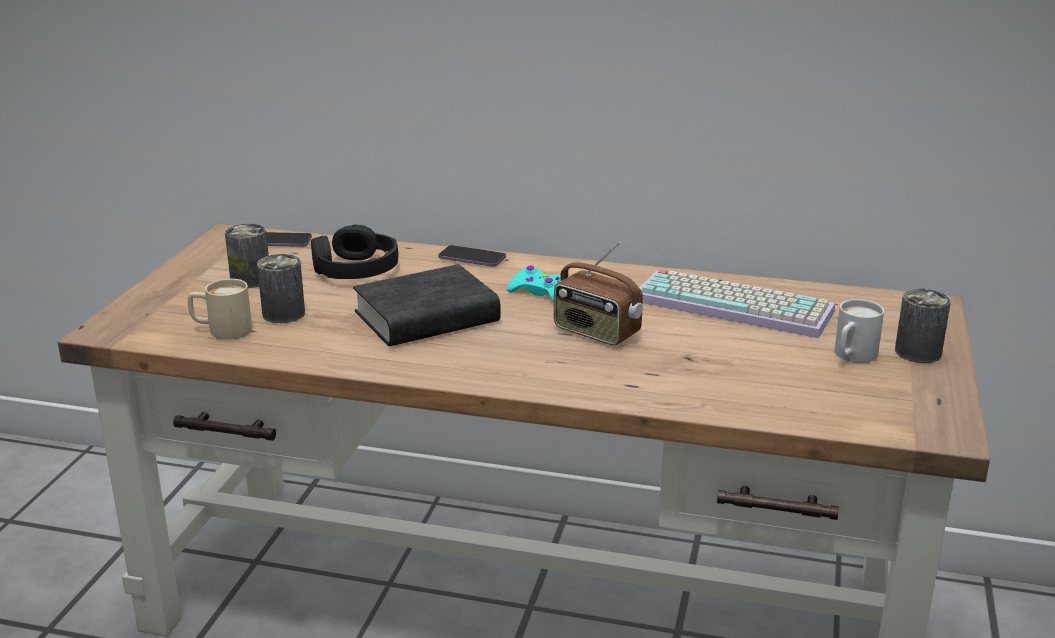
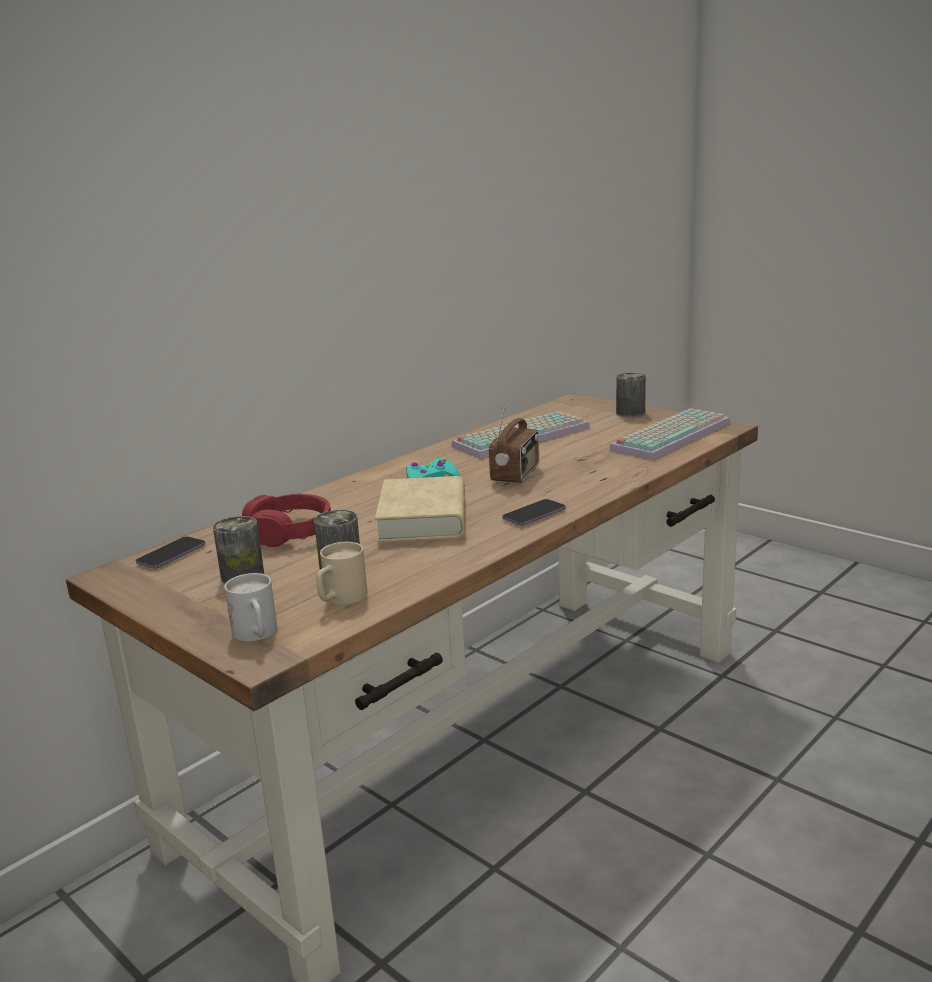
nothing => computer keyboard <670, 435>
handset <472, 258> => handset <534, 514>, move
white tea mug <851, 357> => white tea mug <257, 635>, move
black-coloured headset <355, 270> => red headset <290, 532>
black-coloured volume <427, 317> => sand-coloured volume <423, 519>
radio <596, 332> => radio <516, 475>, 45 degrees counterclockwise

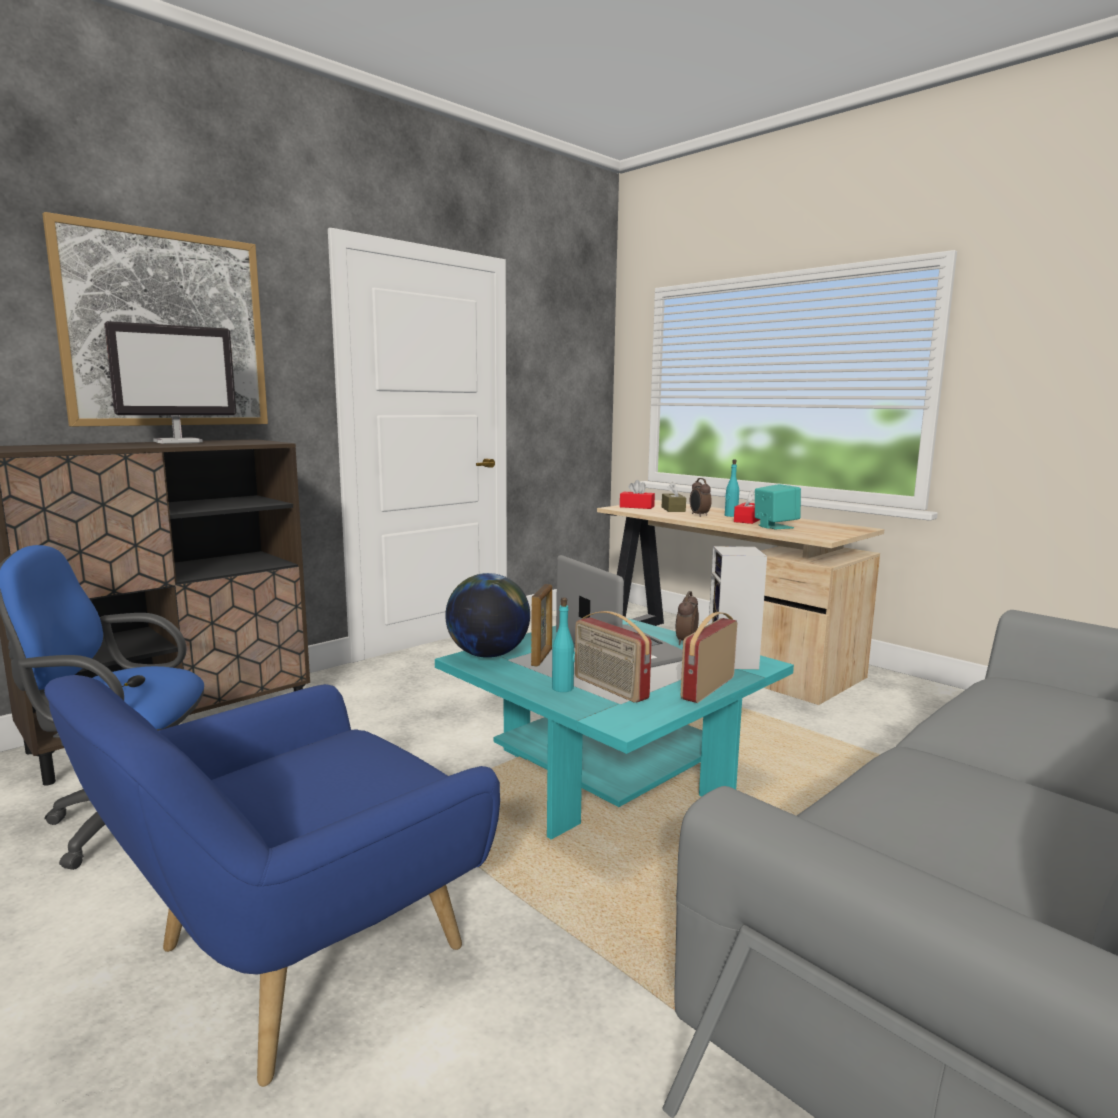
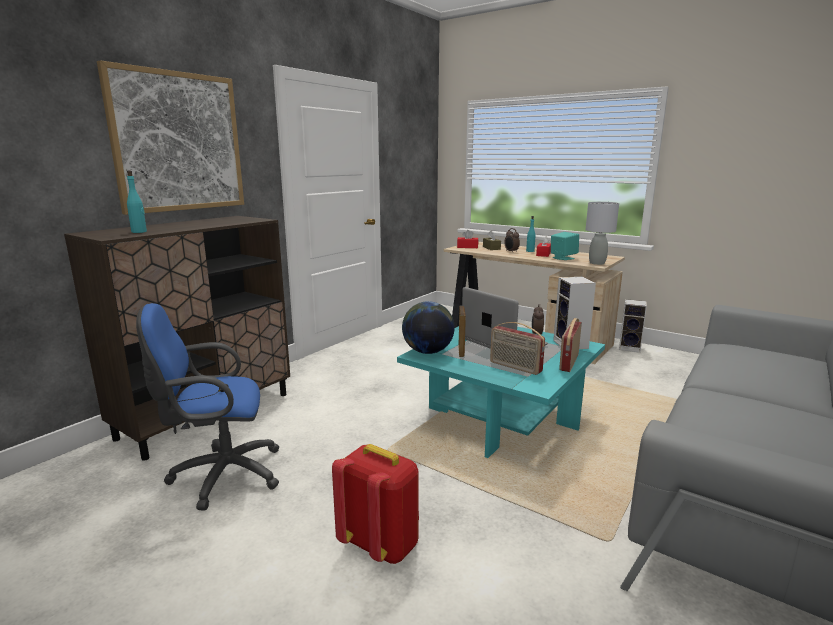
monitor <179, 442> => nothing
nothing => grey lamp for a table <597, 263>
nothing => loudspeaker <630, 348>
turquoise-coloured beverage bottle <563, 688> => turquoise-coloured beverage bottle <139, 232>, move
blue-coloured easy chair <294, 961> => red knapsack <381, 544>

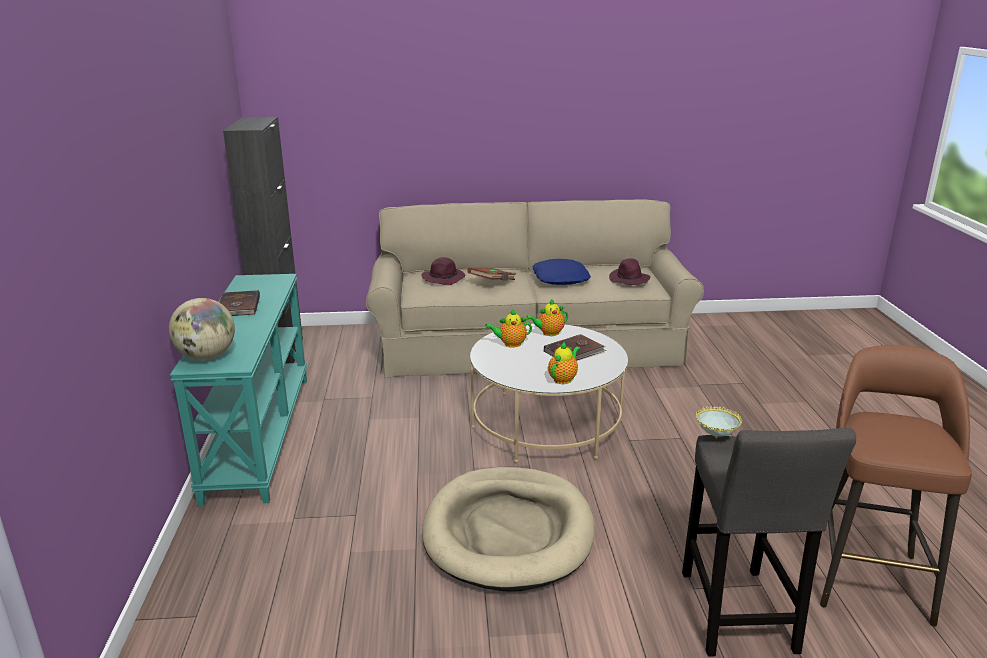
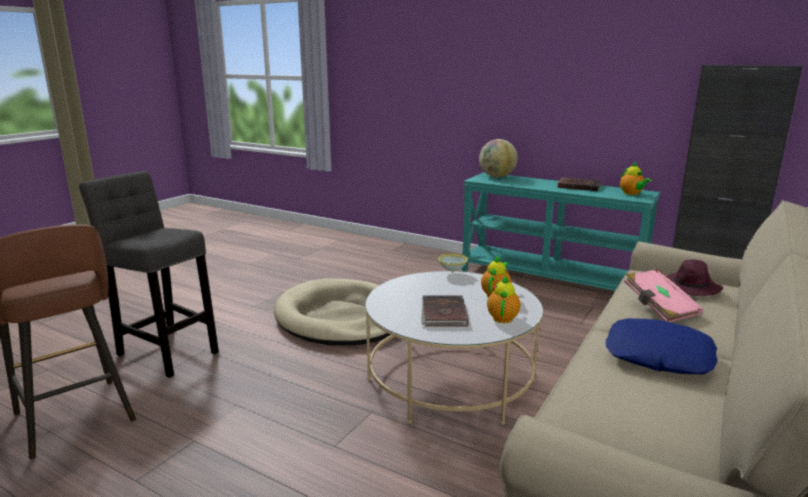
purple clothing hat <629, 280> => nothing
pot for tea <563, 379> => pot for tea <632, 194>, move
deep dish <716, 438> => deep dish <452, 273>, move
brownish volume <493, 283> => pink volume <659, 308>

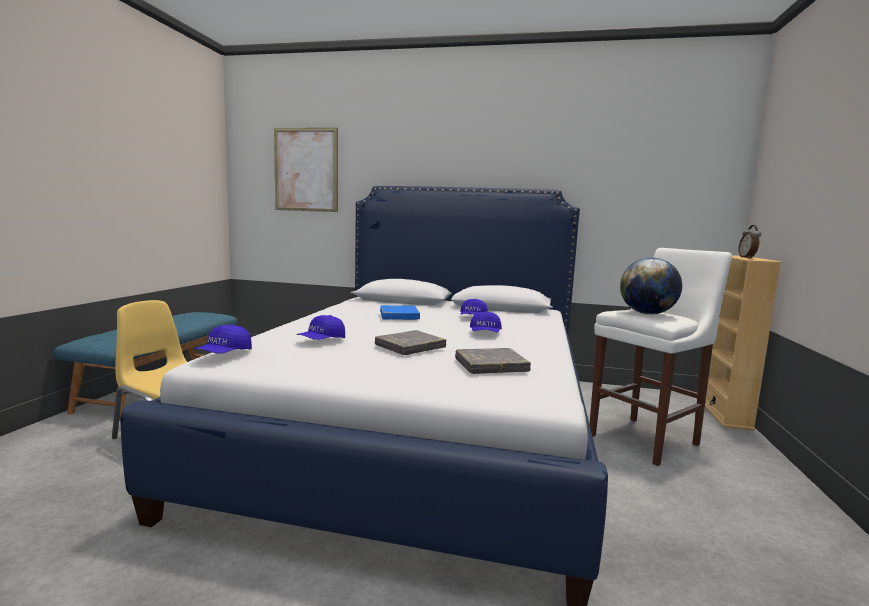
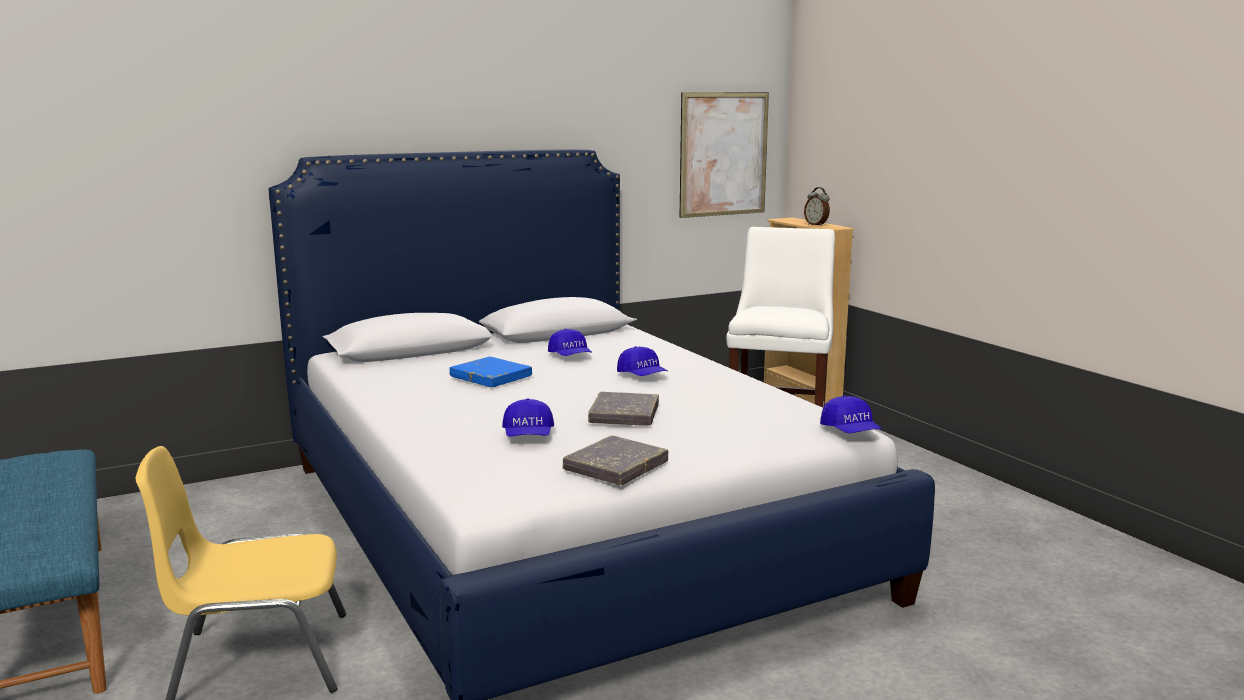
desk globe <647, 314> => nothing
blue-coloured peaked cap <224, 354> => blue-coloured peaked cap <850, 432>, move
wall art <306, 170> => wall art <723, 154>, move
grey volume <491, 366> => grey volume <615, 467>, move

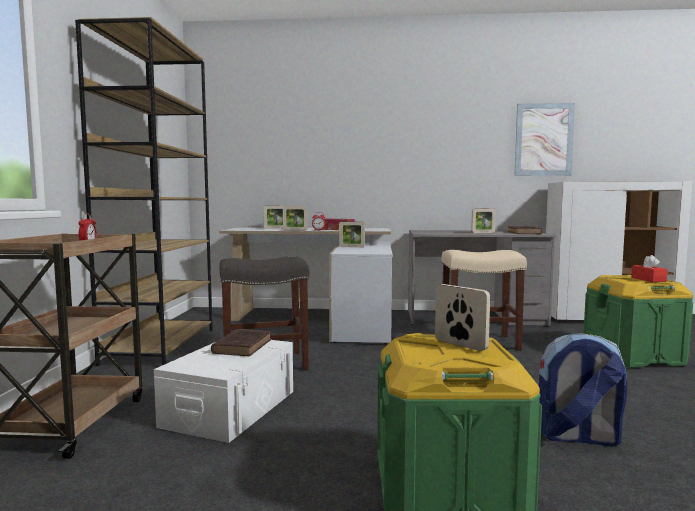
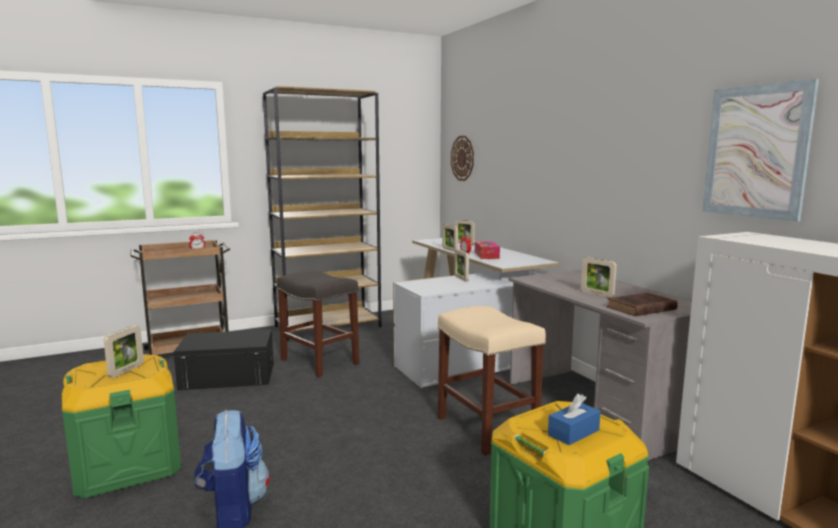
brownish volume <243, 346> => nothing
nothing => hanging clock <462, 158>
white storage box <230, 408> => black-coloured storage box <228, 376>
red tissue holder <648, 279> => blue-coloured tissue holder <573, 432>

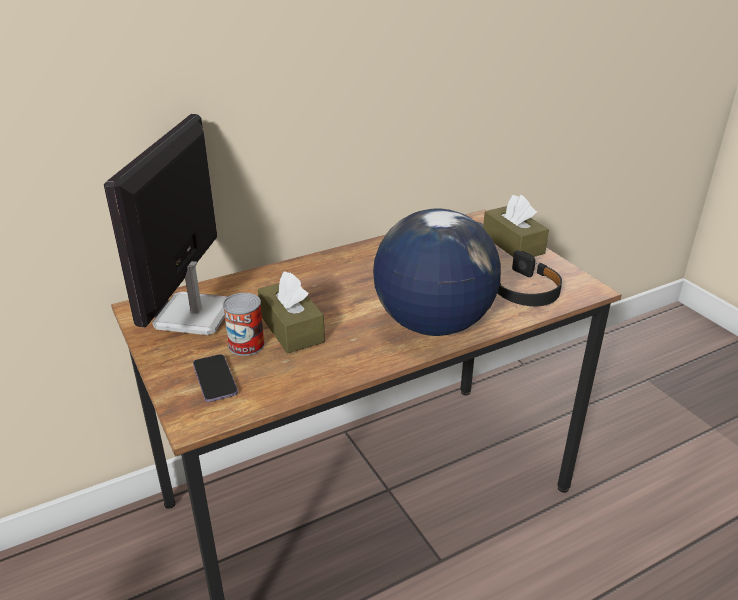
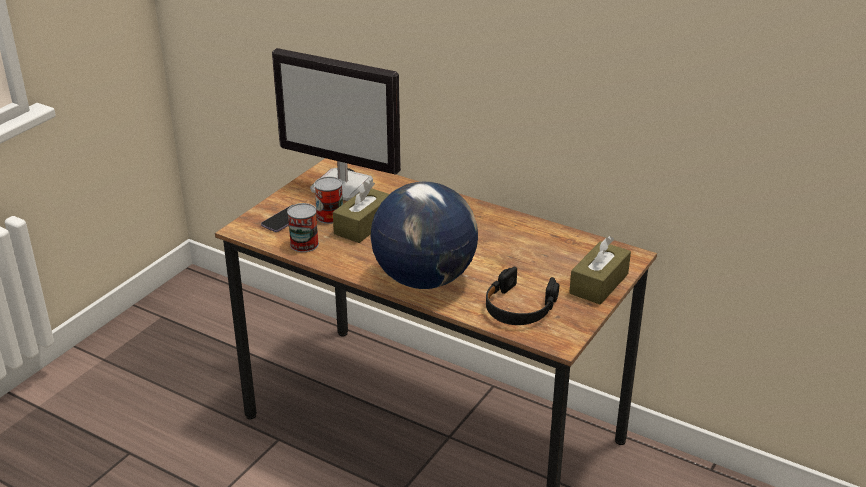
nothing => metal can <304, 244>
monitor <194, 316> => monitor <343, 186>, 135 degrees counterclockwise

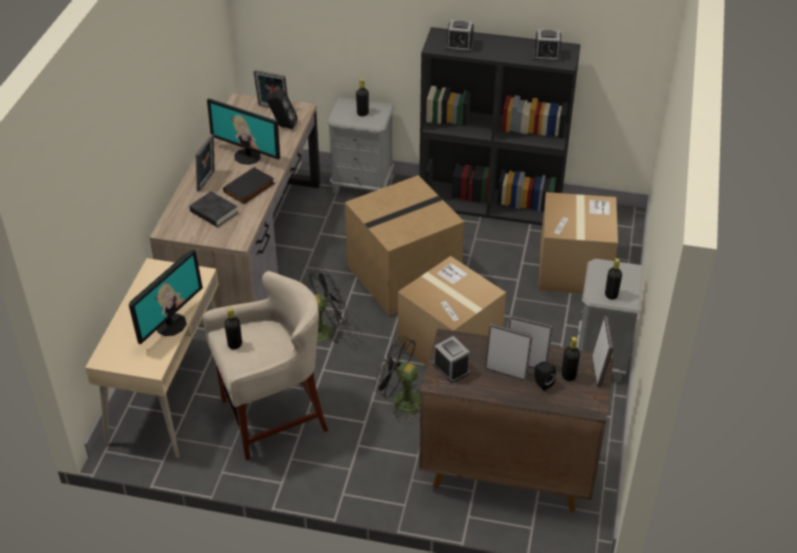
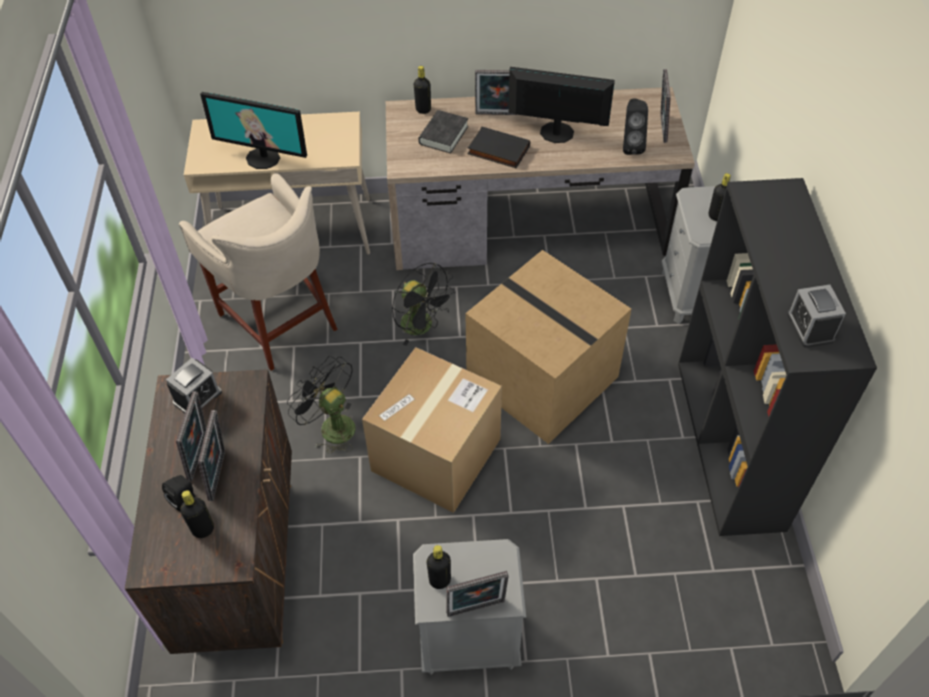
bedside clock <459, 46> => nothing
cardboard box <573, 269> => nothing
black-coloured beverage bottle <235, 344> => black-coloured beverage bottle <423, 109>, move
picture frame <599, 371> => picture frame <476, 610>, move
monitor <248, 156> => monitor <556, 133>, 90 degrees clockwise
black-coloured electric fan <400, 400> => black-coloured electric fan <331, 426>, 60 degrees counterclockwise

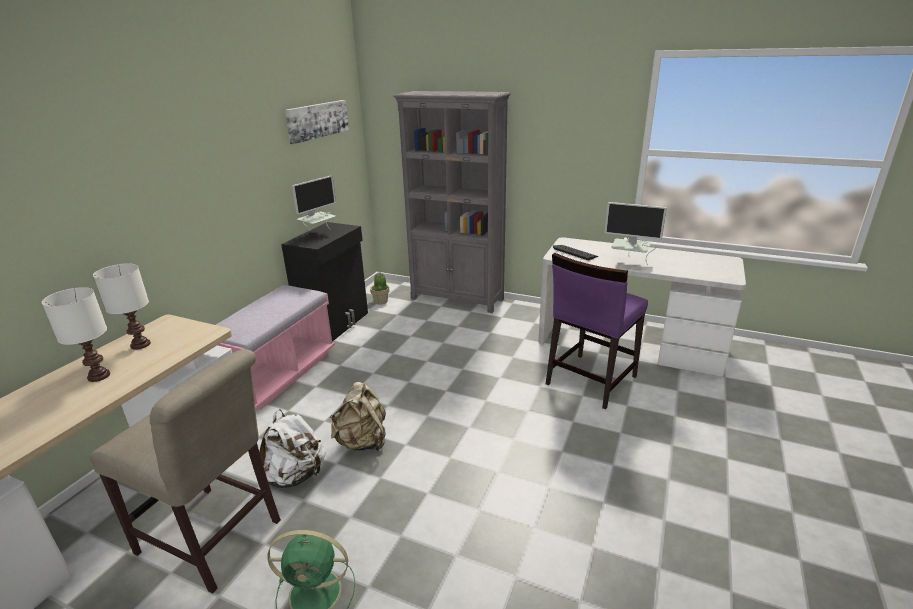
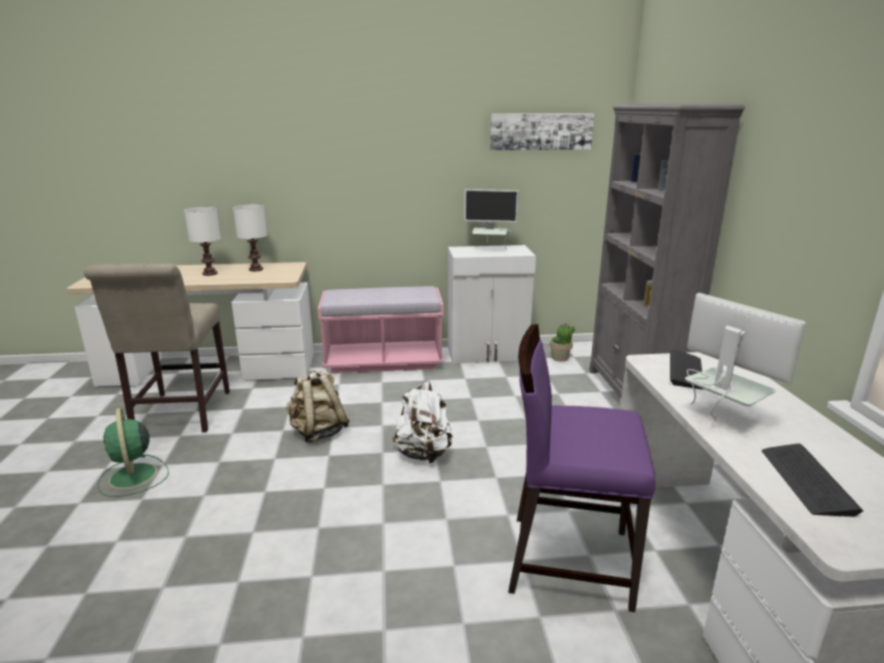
nothing => computer keyboard <806, 480>
white knapsack <295, 476> => white knapsack <423, 454>, move
black-coloured cabinet <335, 324> => white cabinet <488, 354>
monitor <629, 263> => monitor <721, 418>, 150 degrees clockwise

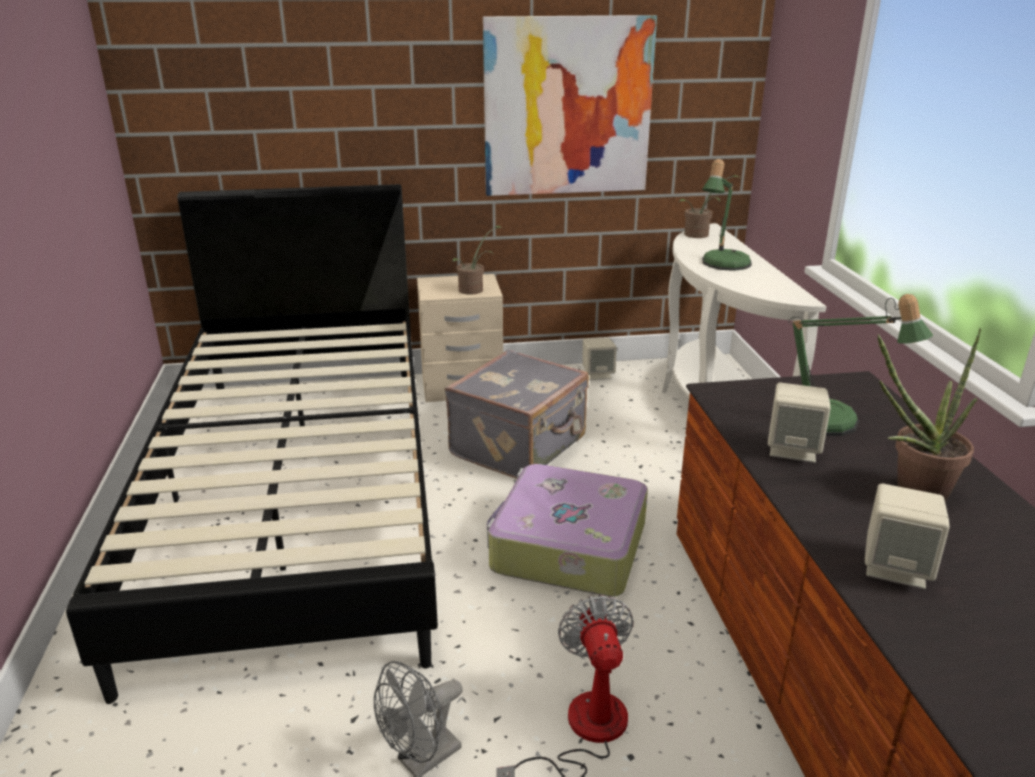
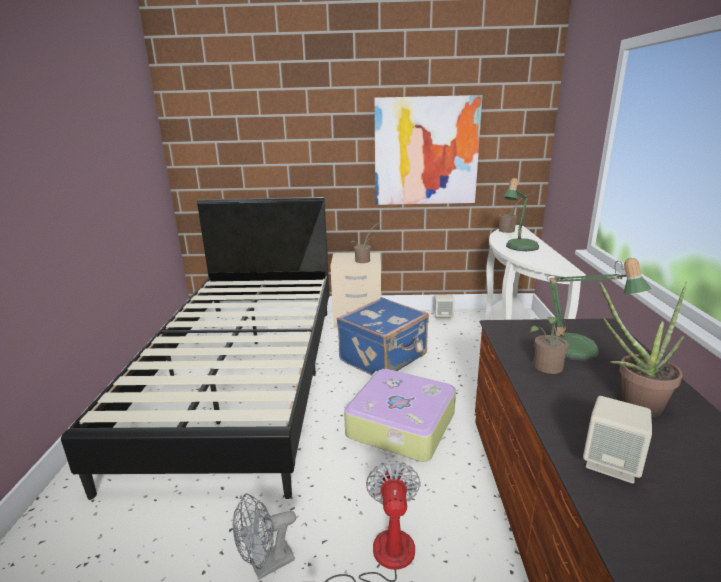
sand-coloured loudspeaker <793, 449> => houseplant <546, 368>
grey travel case <520, 447> => blue-coloured travel case <384, 358>

